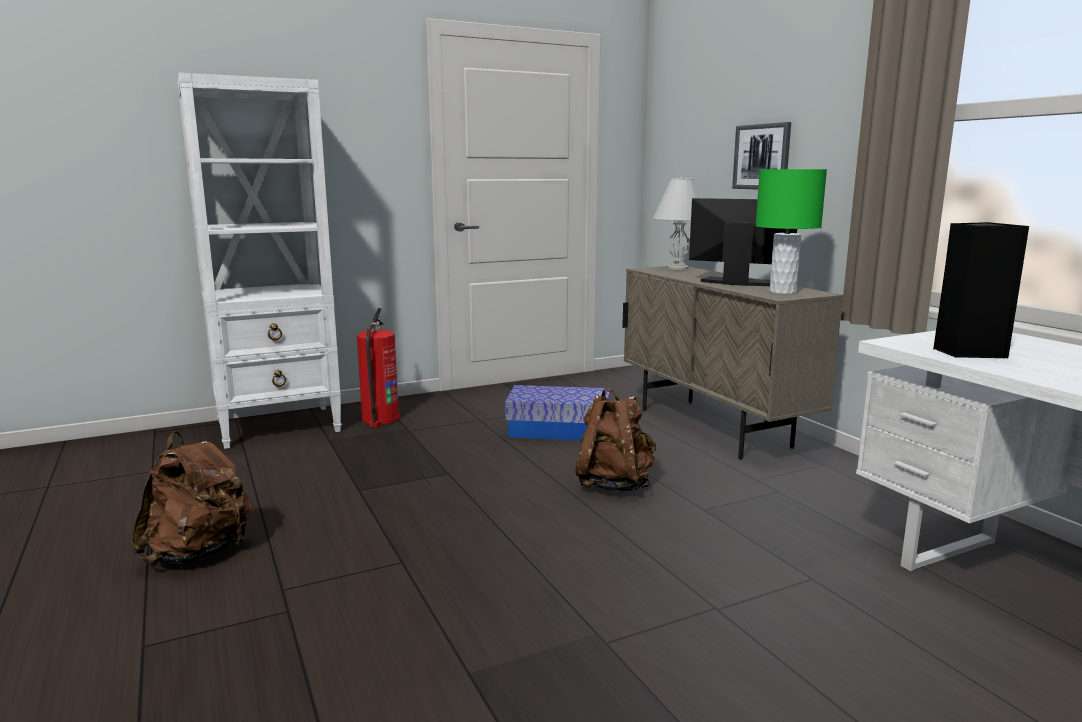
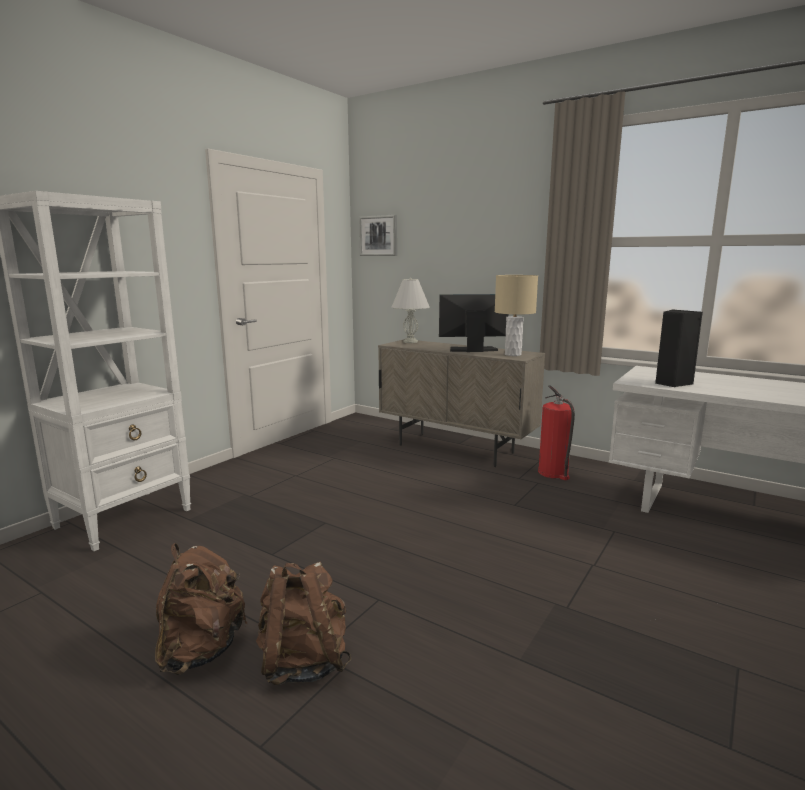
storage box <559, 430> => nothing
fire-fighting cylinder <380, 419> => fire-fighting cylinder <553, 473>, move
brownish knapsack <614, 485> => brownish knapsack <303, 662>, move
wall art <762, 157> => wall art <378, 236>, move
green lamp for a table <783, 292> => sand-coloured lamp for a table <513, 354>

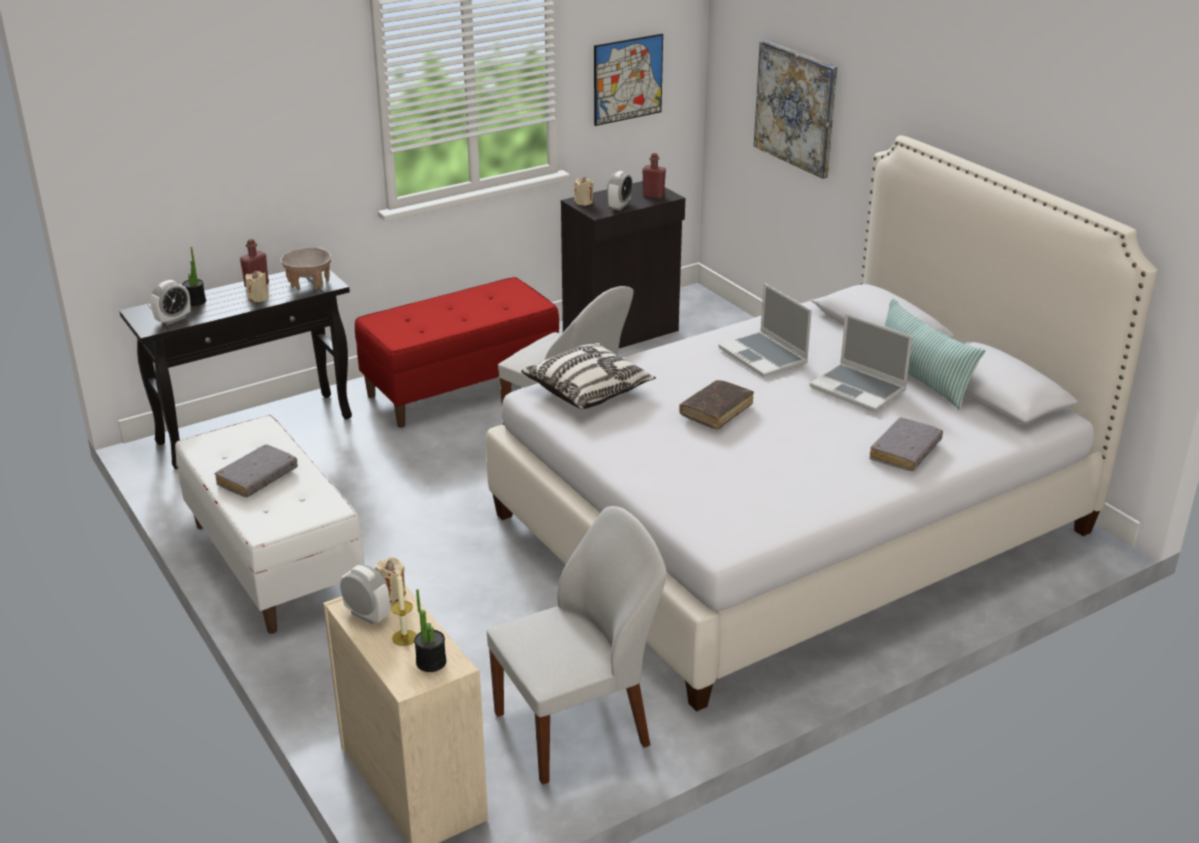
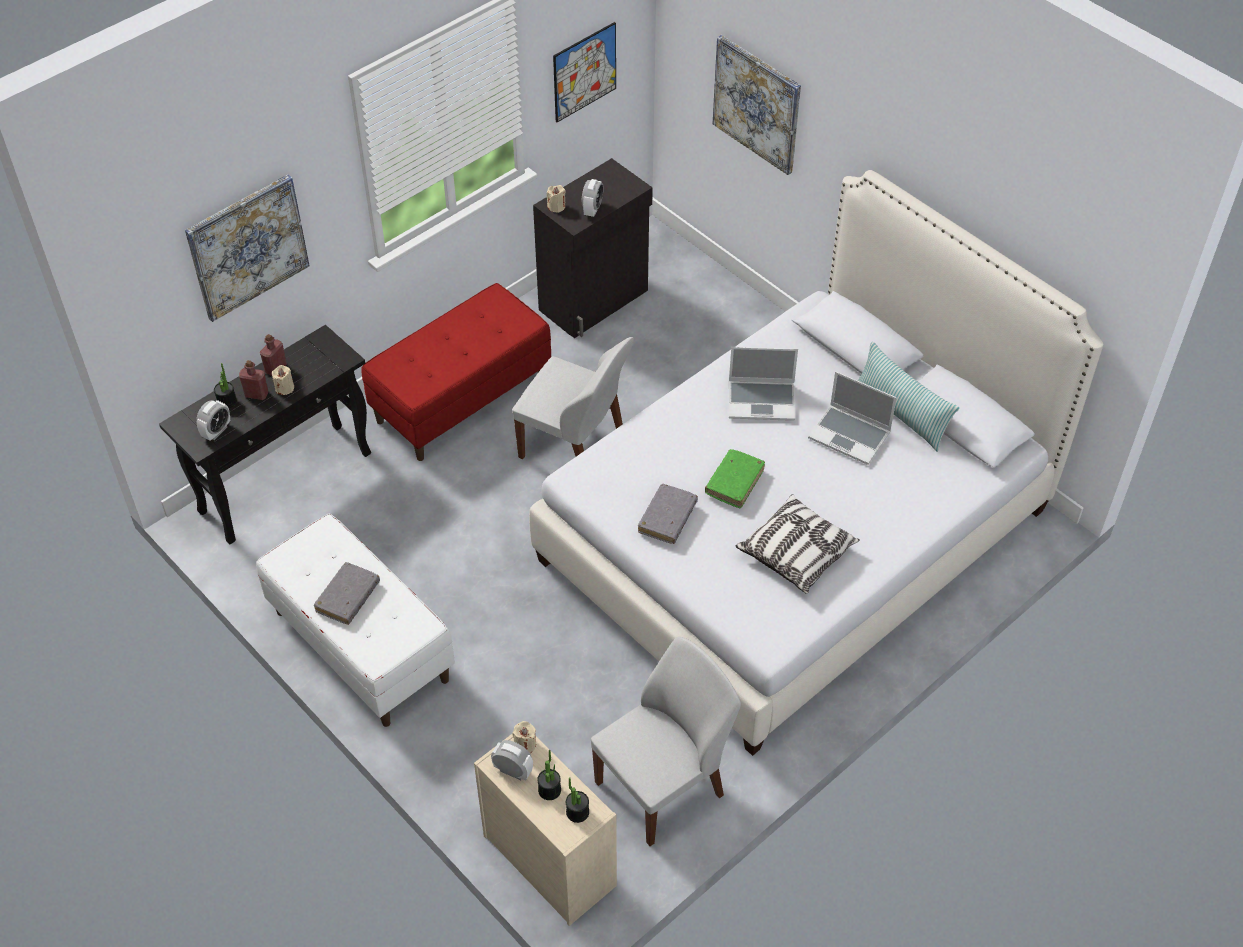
sand-coloured deep dish <309, 283> => nothing
nothing => wall art <247, 247>
pillow <588, 390> => pillow <796, 553>, move
red beverage bottle <653, 195> => red beverage bottle <256, 394>, move
grey volume <905, 452> => grey volume <667, 518>, move
candle <404, 637> => houseplant <549, 790>
brownish volume <716, 411> => green volume <734, 482>
notebook computer <764, 356> => notebook computer <762, 401>, 45 degrees counterclockwise

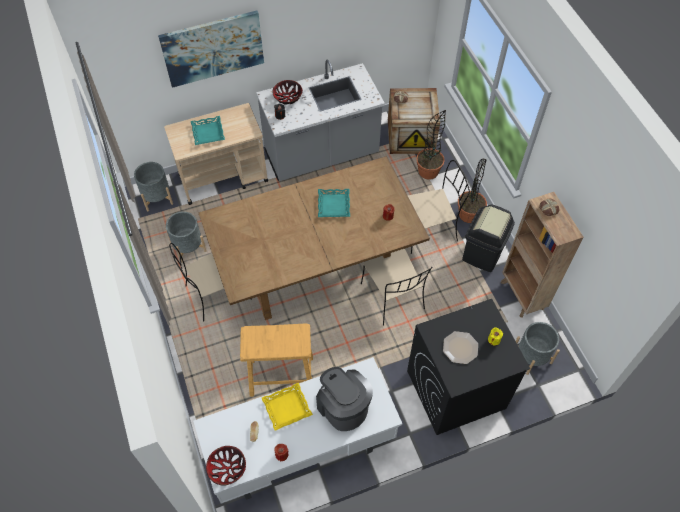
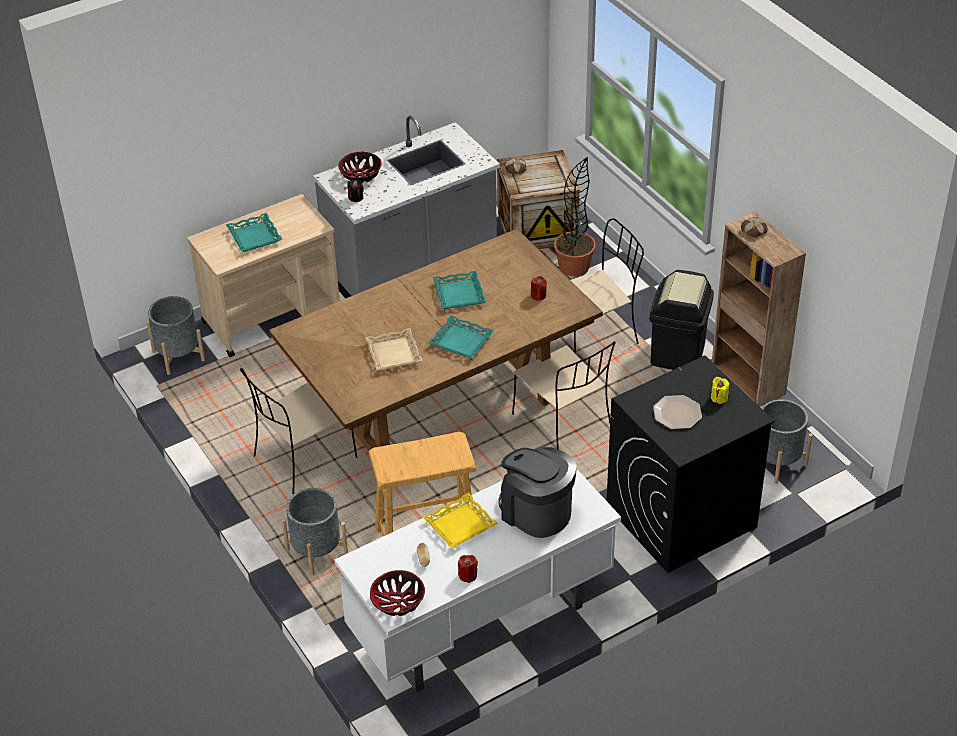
wall art <213, 48> => nothing
houseplant <469, 214> => nothing
nothing => sand-coloured tray <394, 353>
nothing => turquoise-coloured tray <461, 341>
grey planter <188, 247> => grey planter <317, 552>, move

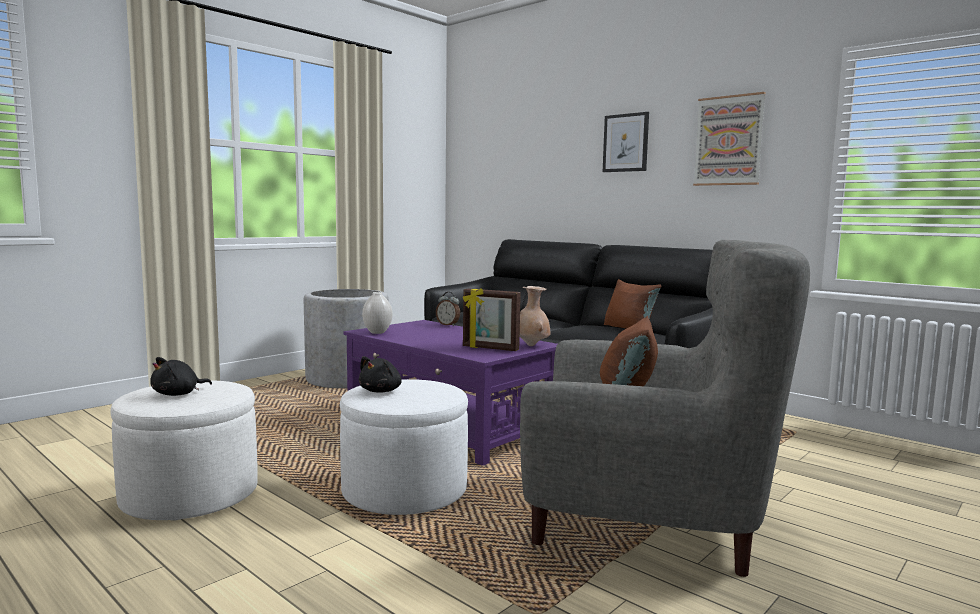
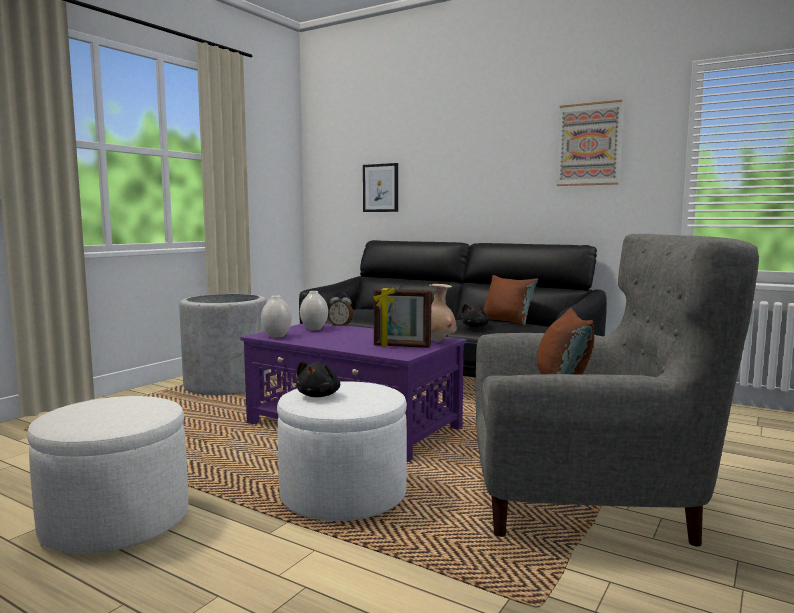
nothing => white decorative vase <314, 329>
black-coloured cuddly toy <178, 394> => black-coloured cuddly toy <475, 326>, move
wall art <625, 143> => wall art <380, 188>, move

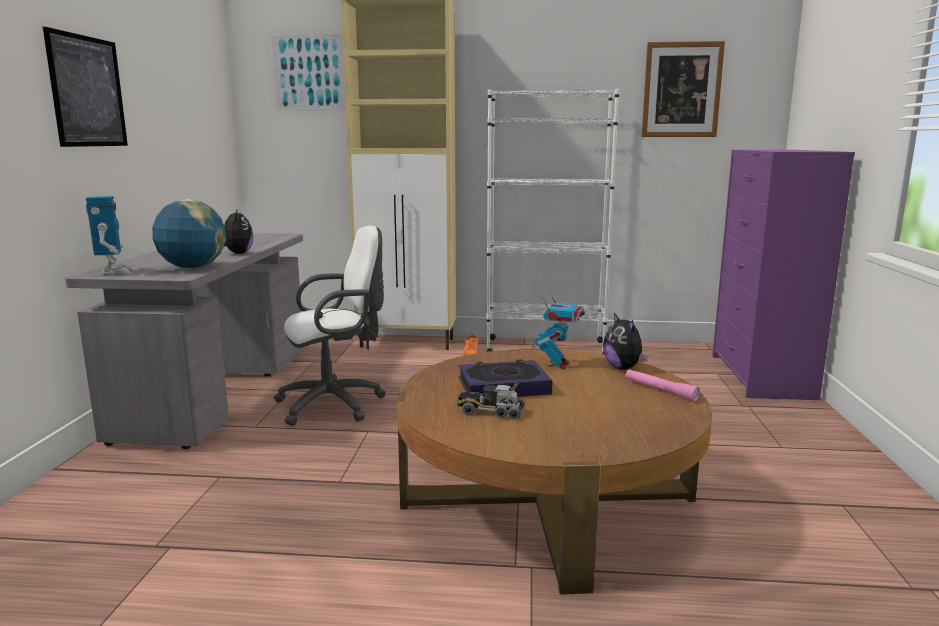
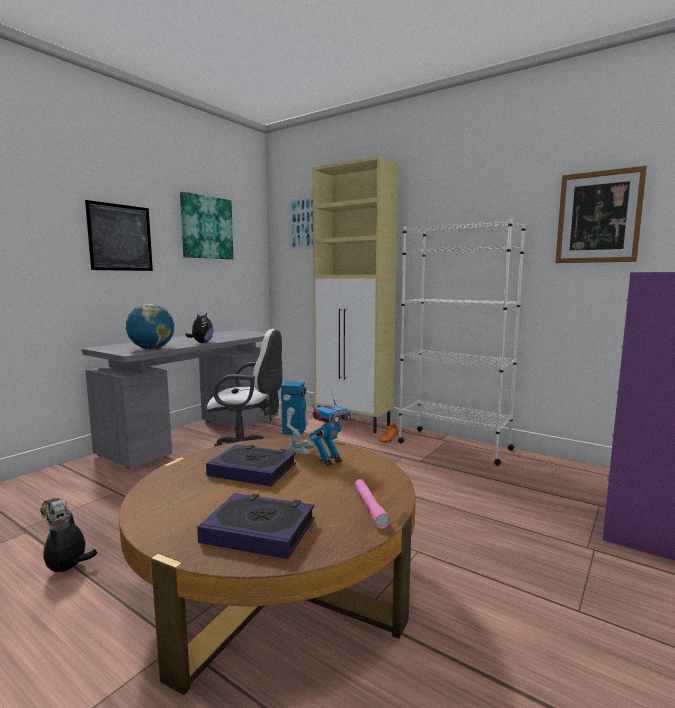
nothing => wall art <206, 227>
nothing => volume <259, 531>
model robot <114, 272> => model robot <297, 448>, move
model truck <490, 412> => model truck <56, 516>, move
cuddly toy <623, 368> => cuddly toy <69, 568>, move

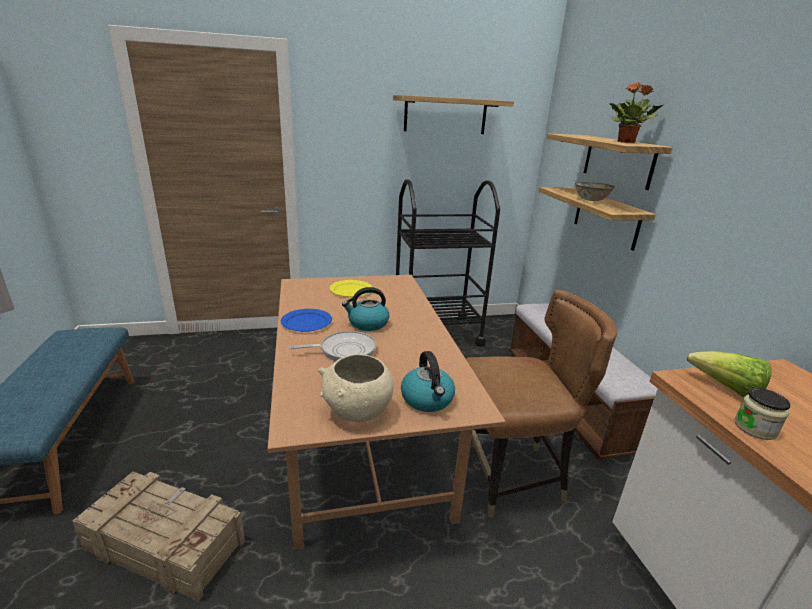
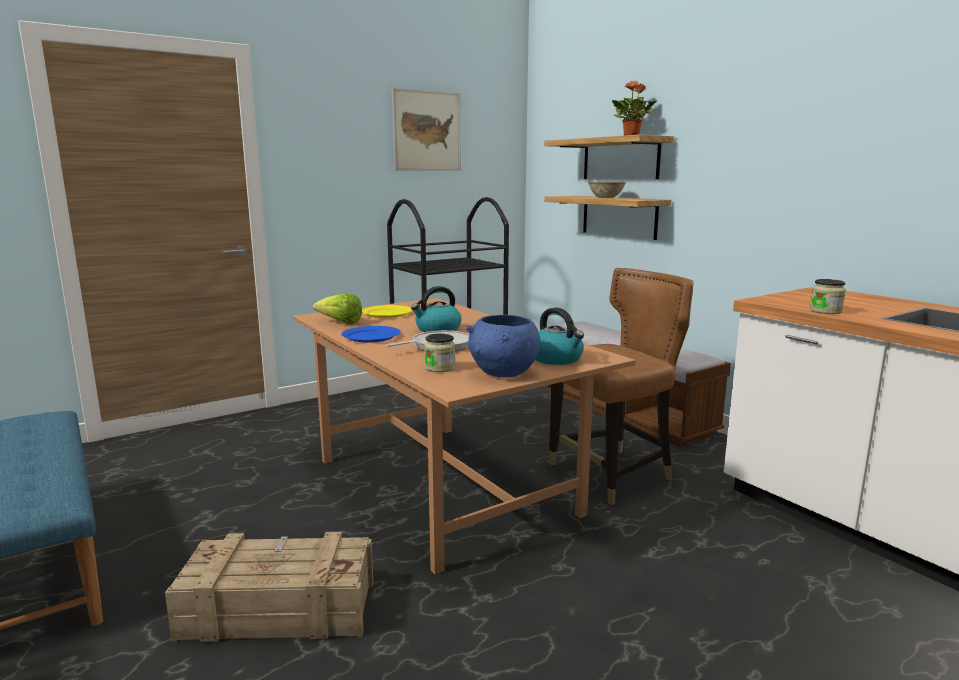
nothing => jar <440, 368>
lettuce head <726, 389> => lettuce head <340, 323>, move
bracket shelf <445, 115> => wall art <427, 131>
sand-coloured deep dish <357, 412> => blue-coloured deep dish <504, 373>

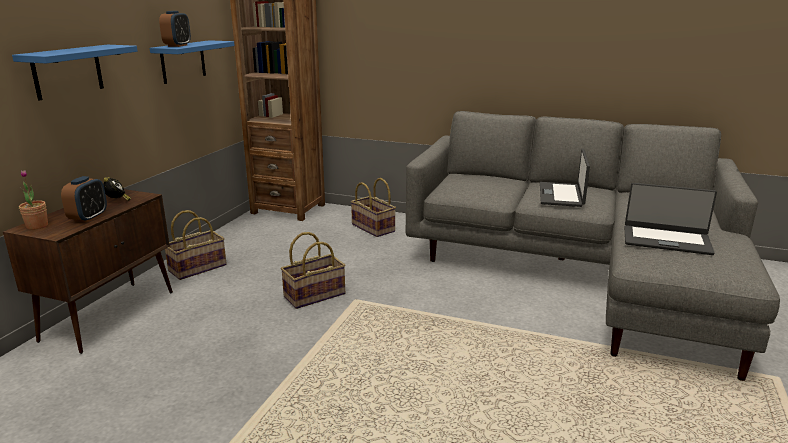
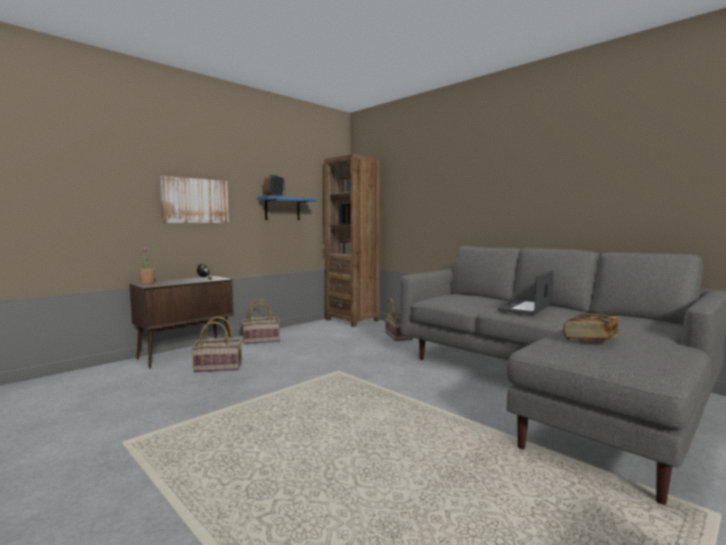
bedside clock <88, 218> => nothing
storage basket <314, 295> => storage basket <218, 367>, move
blue-coloured bracket shelf <67, 71> => wall art <195, 201>
notebook computer <666, 240> => volume <591, 339>

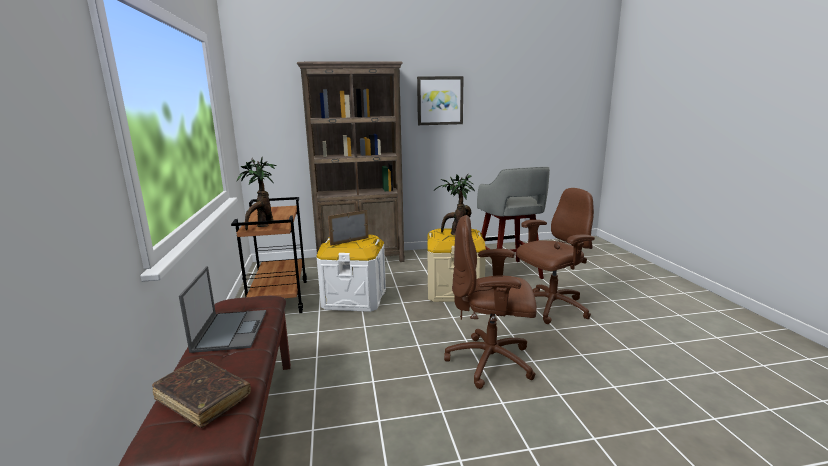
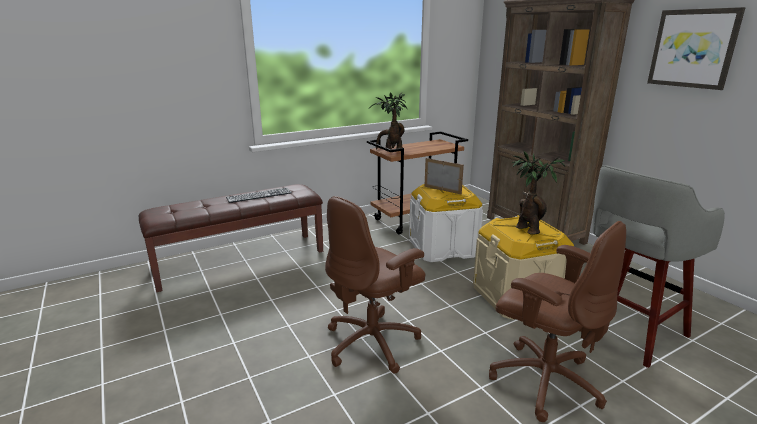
brownish volume <203, 398> => nothing
notebook computer <230, 330> => computer keyboard <259, 195>
brownish desk chair <491, 362> => brownish desk chair <373, 342>, 120 degrees counterclockwise

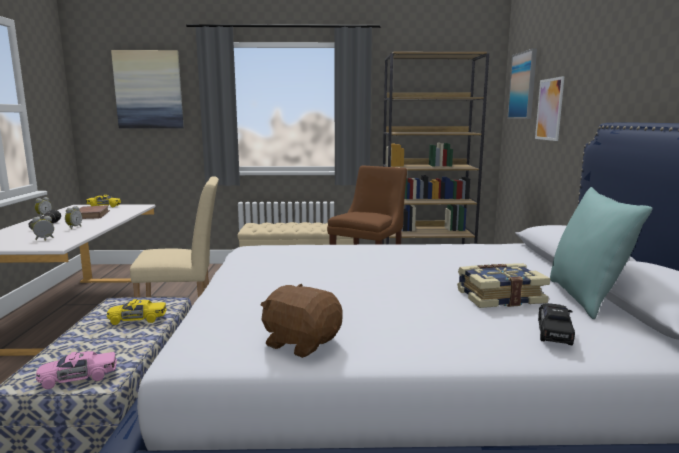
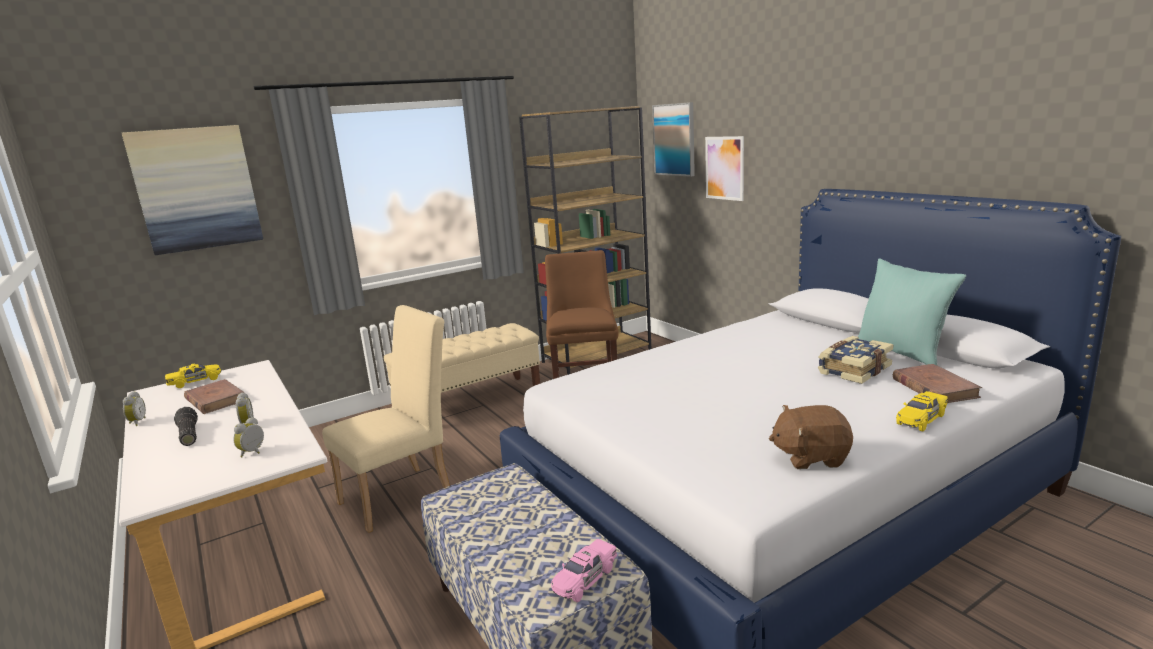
yellow model car <137, 319> => yellow model car <921, 419>, move
black-coloured model car <554, 333> => brownish volume <934, 388>

